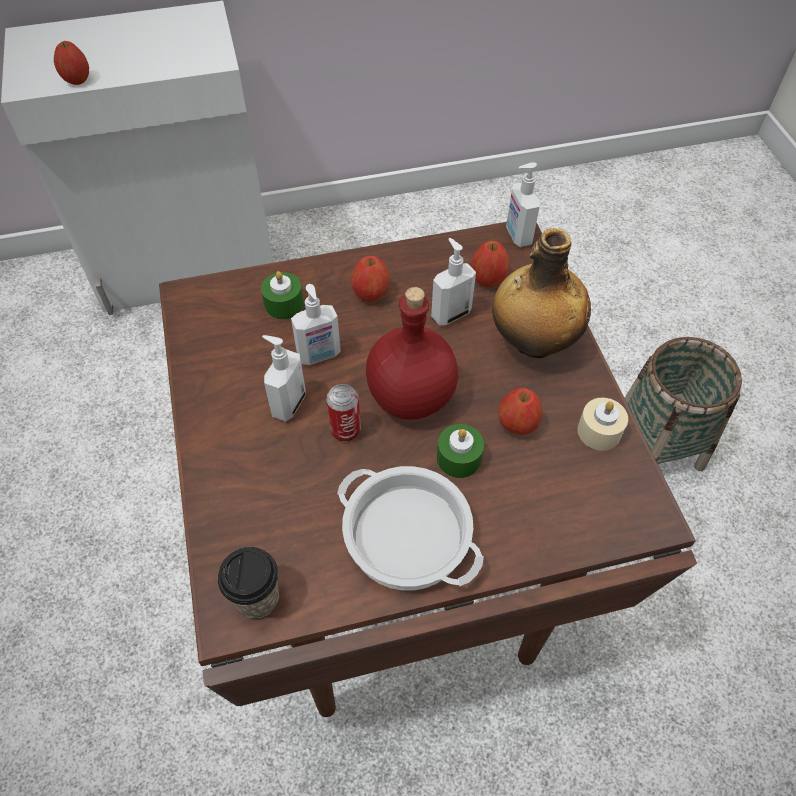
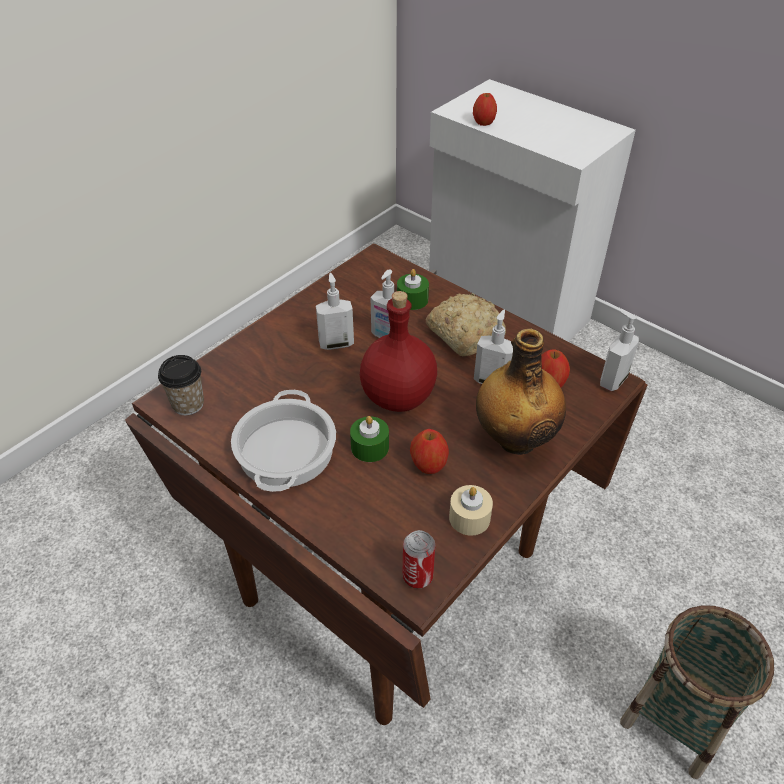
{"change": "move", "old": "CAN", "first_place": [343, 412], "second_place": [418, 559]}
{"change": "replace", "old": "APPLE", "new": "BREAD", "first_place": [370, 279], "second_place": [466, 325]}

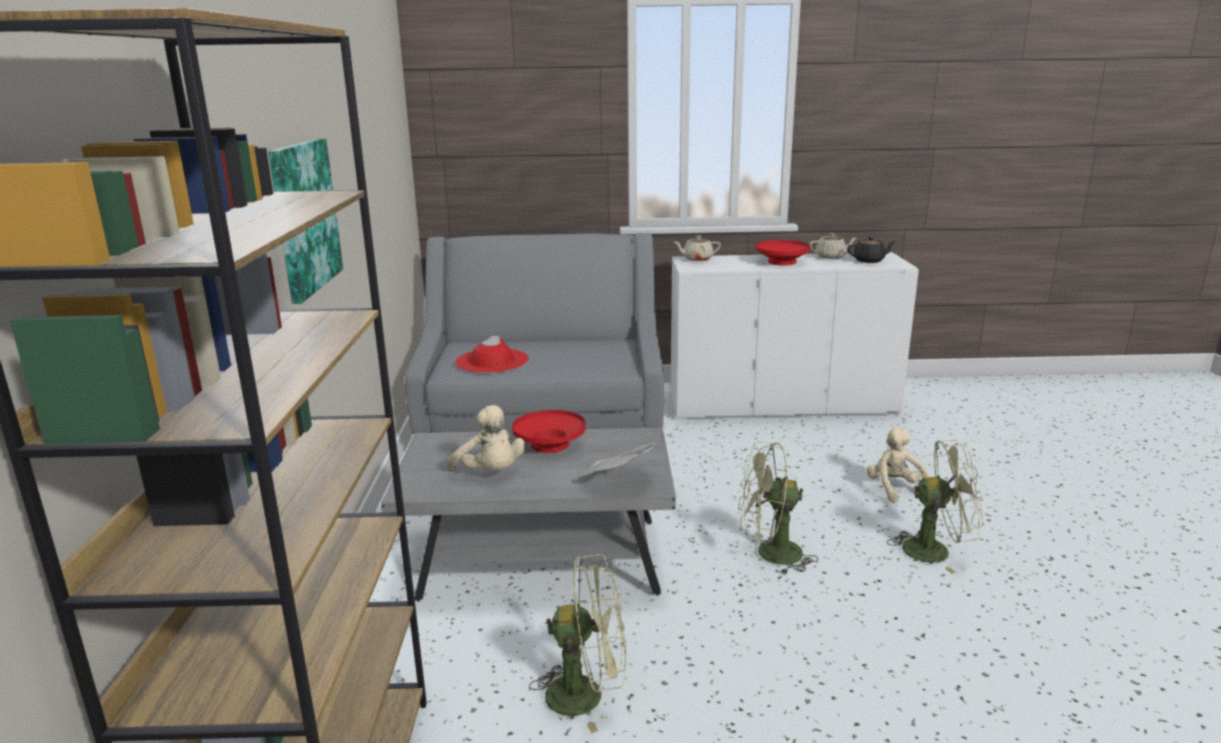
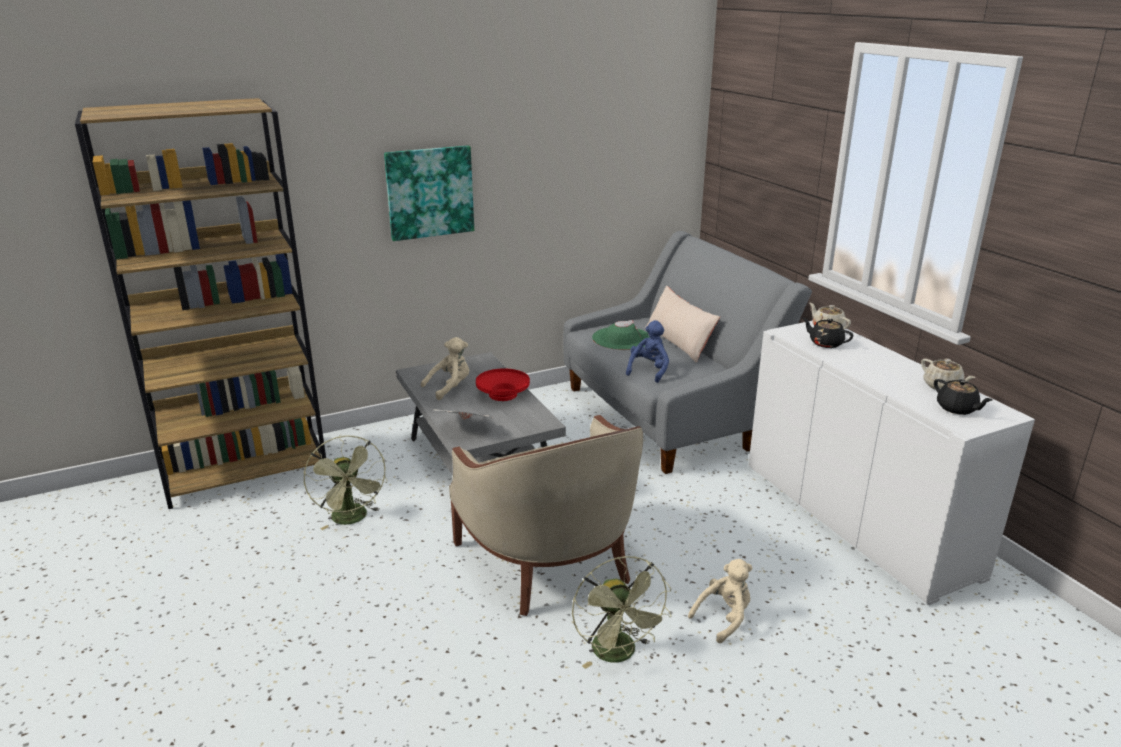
{"change": "rotate", "old": "BEIGE PLUSH TOY", "first_place": [486, 437], "second_place": [445, 368], "degrees": -150}
{"change": "replace", "old": "GREEN FAN", "new": "BEIGE ARMCHAIR", "first_place": [778, 508], "second_place": [546, 515]}
{"change": "recolor", "old": "RED HAT", "new": "GREEN HAT", "first_place": [492, 354], "second_place": [621, 335]}
{"change": "insert", "new": "BLUE PLUSH TOY", "second_place": [647, 351]}
{"change": "insert", "new": "BEIGE PILLOW", "second_place": [682, 324]}
{"change": "insert", "new": "BLACK TEAPOT", "second_place": [827, 332]}
{"change": "delete", "old": "RED BOWL", "first_place": [783, 253]}

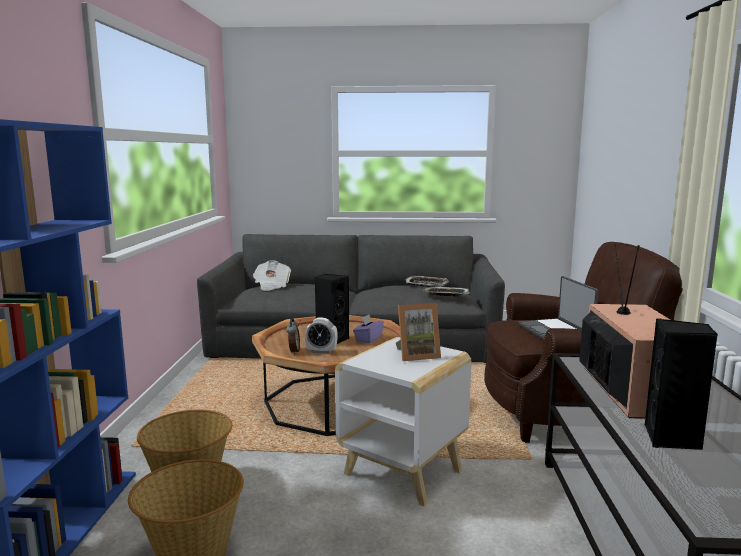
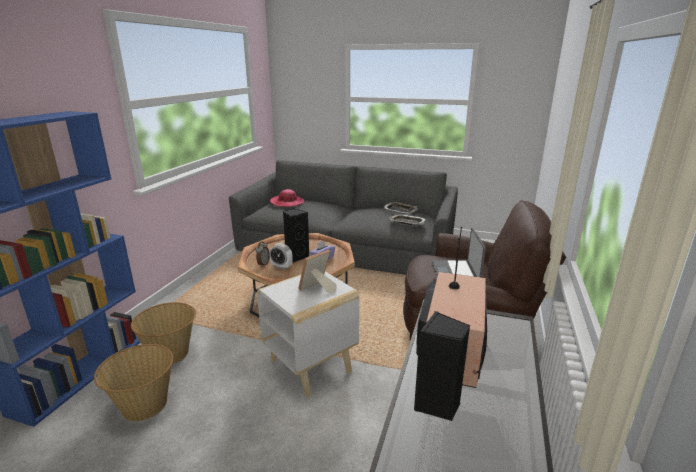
{"change": "replace", "old": "NEWSPAPER", "new": "HAT", "first_place": [272, 275], "second_place": [287, 198]}
{"change": "rotate", "old": "PICTURE FRAME", "first_place": [418, 332], "second_place": [317, 271], "degrees": 135}

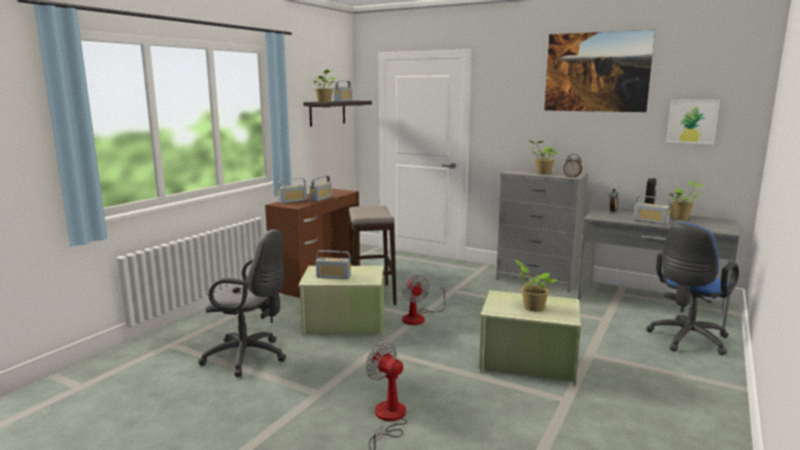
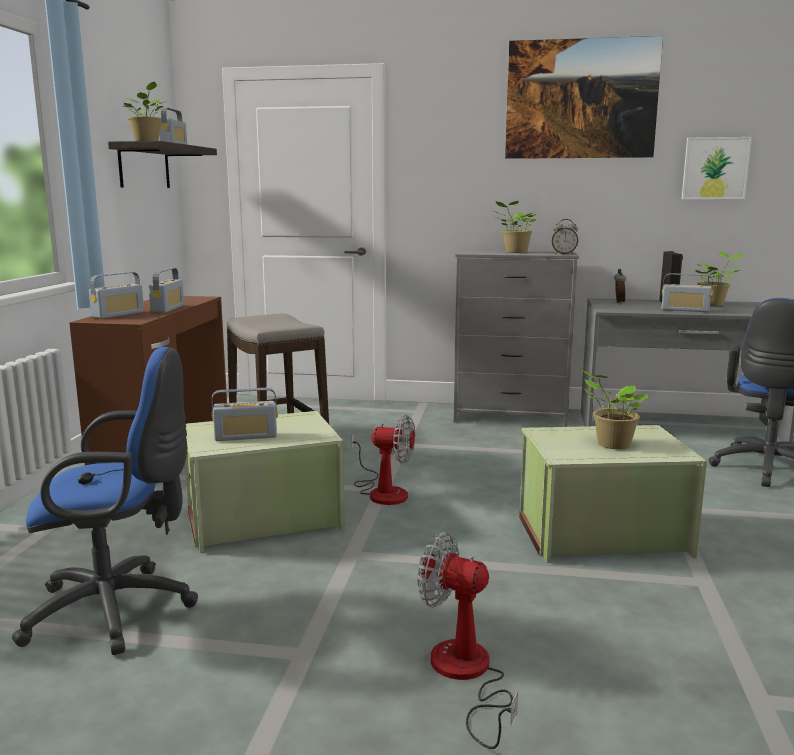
{"change": "recolor", "old": "GREY OFFICE CHAIR", "new": "BLUE OFFICE CHAIR", "first_place": [242, 303], "second_place": [105, 501]}
{"change": "rotate", "old": "FAN", "first_place": [423, 300], "second_place": [383, 460], "degrees": -45}

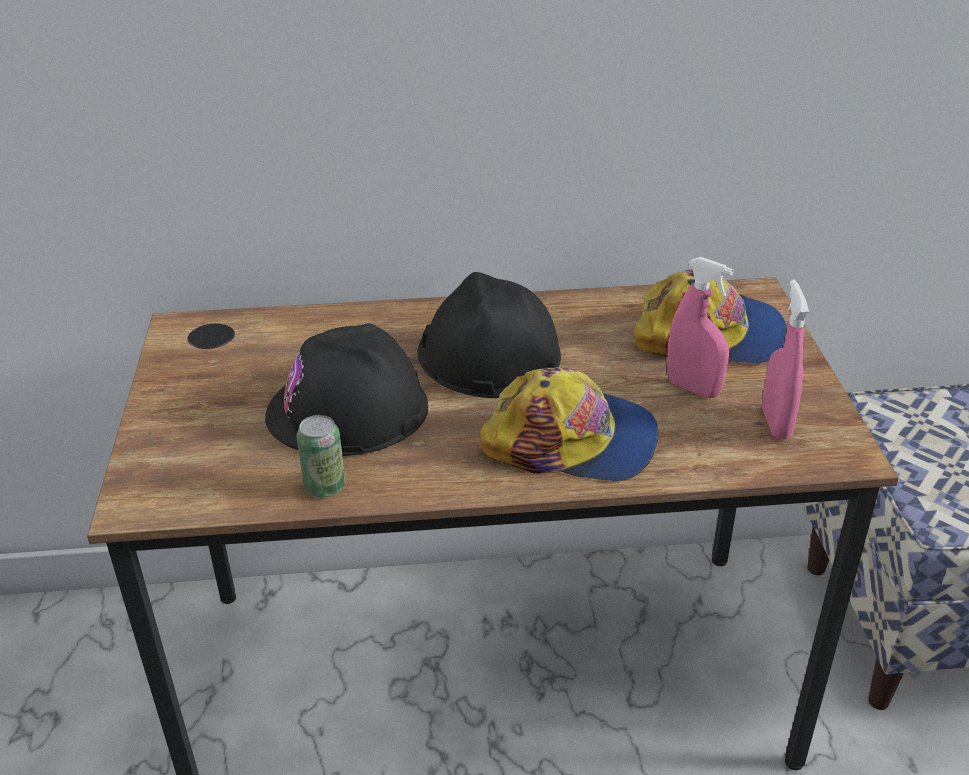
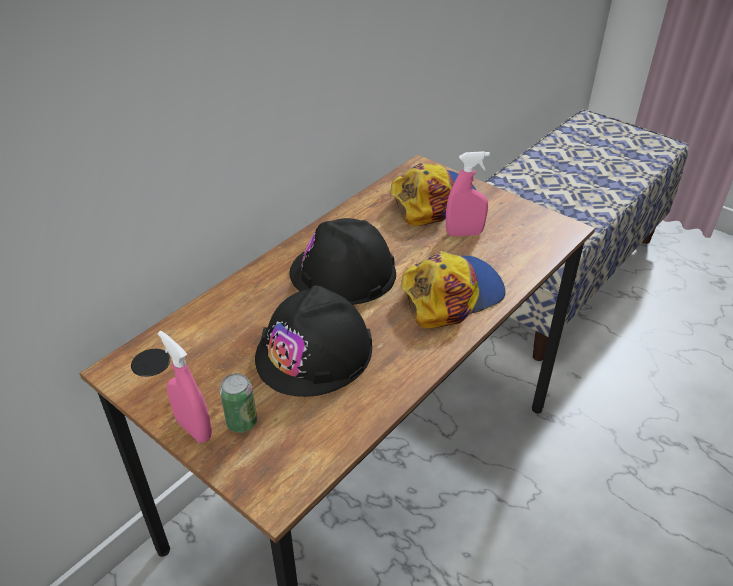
{"change": "move", "old": "PINK SPRAY BOTTLE", "first_place": [785, 359], "second_place": [185, 387]}
{"change": "move", "old": "CAN", "first_place": [321, 456], "second_place": [238, 403]}

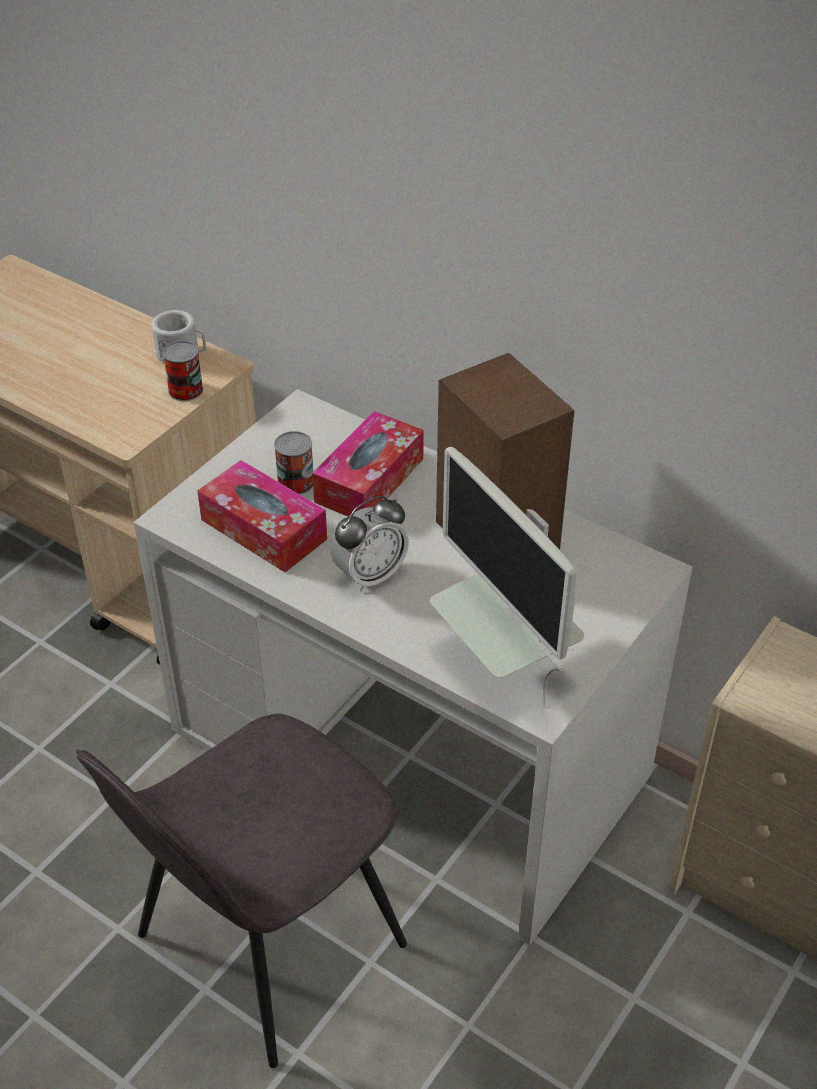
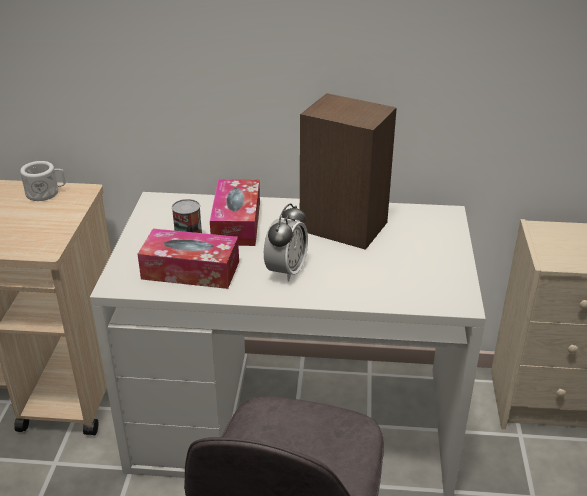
{"change": "delete", "old": "CAN", "first_place": [183, 371]}
{"change": "delete", "old": "MONITOR", "first_place": [507, 576]}

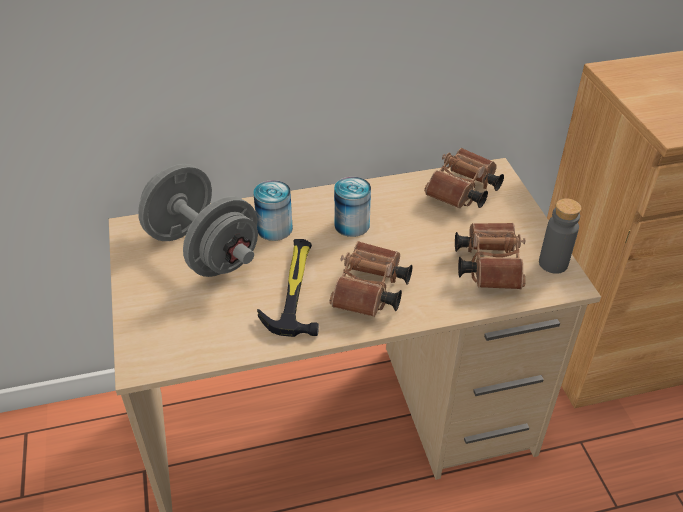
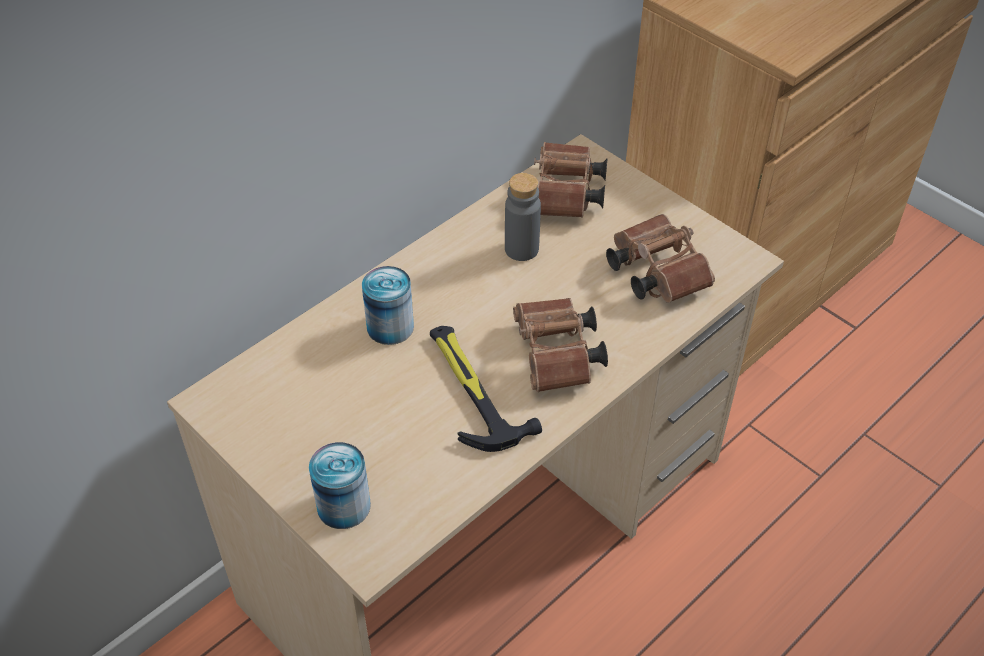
{"change": "move", "old": "CAN", "first_place": [352, 207], "second_place": [340, 485]}
{"change": "move", "old": "GREY BOTTLE", "first_place": [560, 236], "second_place": [523, 217]}
{"change": "delete", "old": "GREY DUMBBELL", "first_place": [198, 220]}

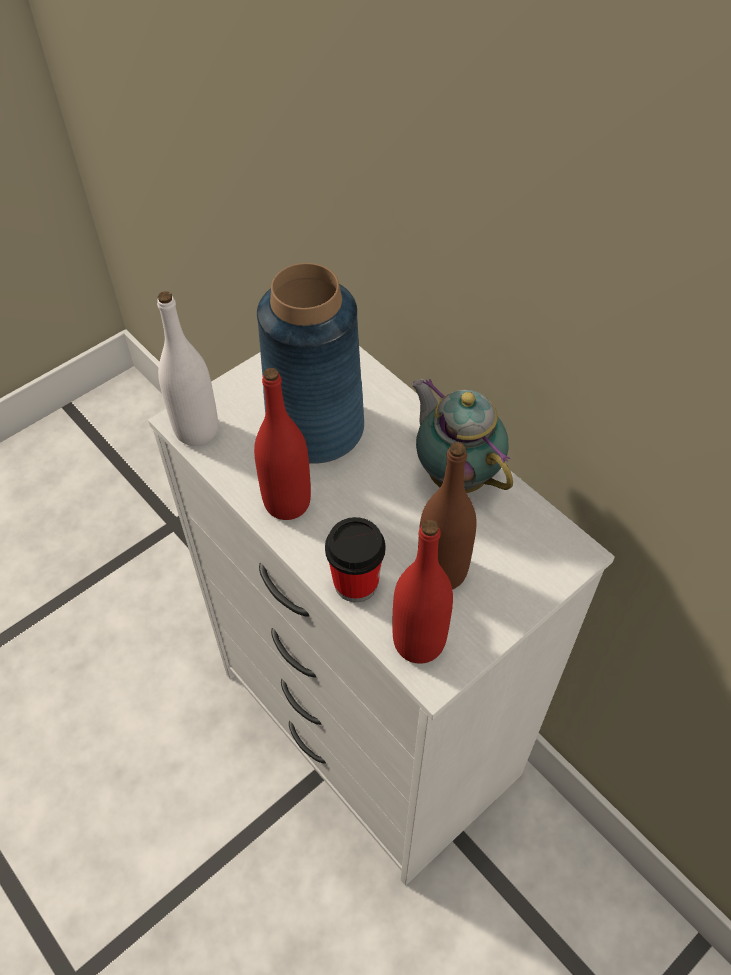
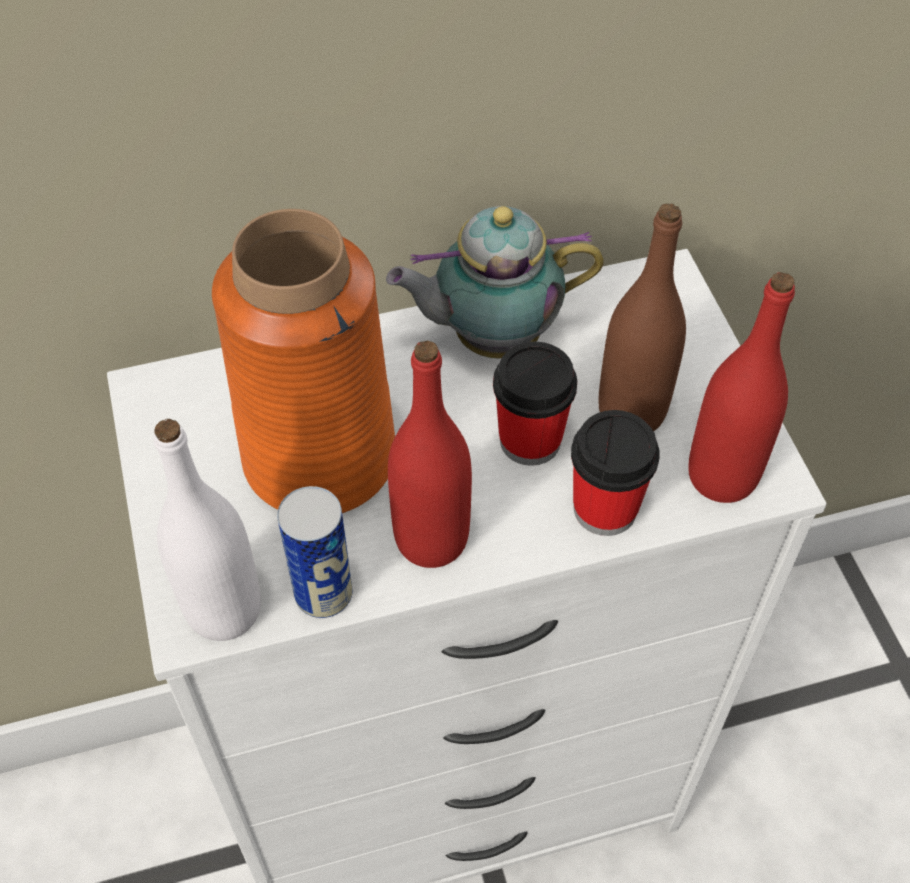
{"change": "recolor", "old": "BLUE VASE", "new": "ORANGE VASE", "first_place": [310, 363], "second_place": [303, 361]}
{"change": "insert", "new": "CAN", "second_place": [315, 552]}
{"change": "insert", "new": "CUP", "second_place": [535, 404]}

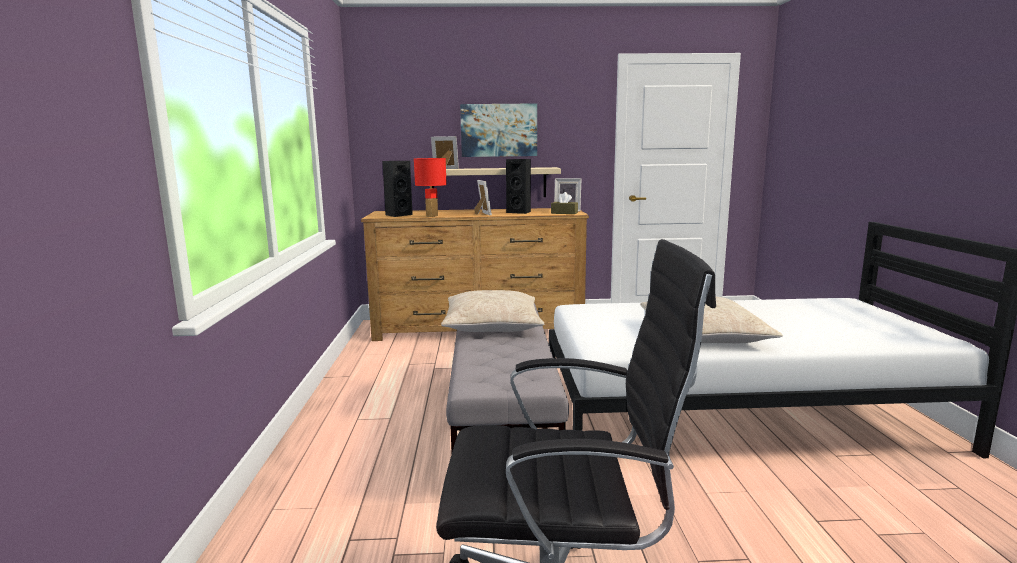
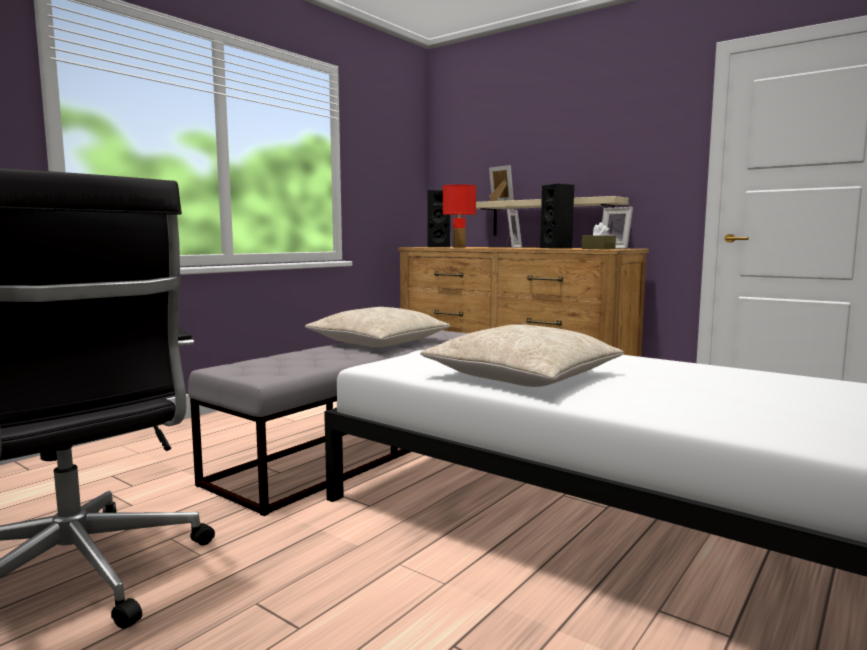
{"change": "delete", "old": "PICTURE", "first_place": [498, 130]}

